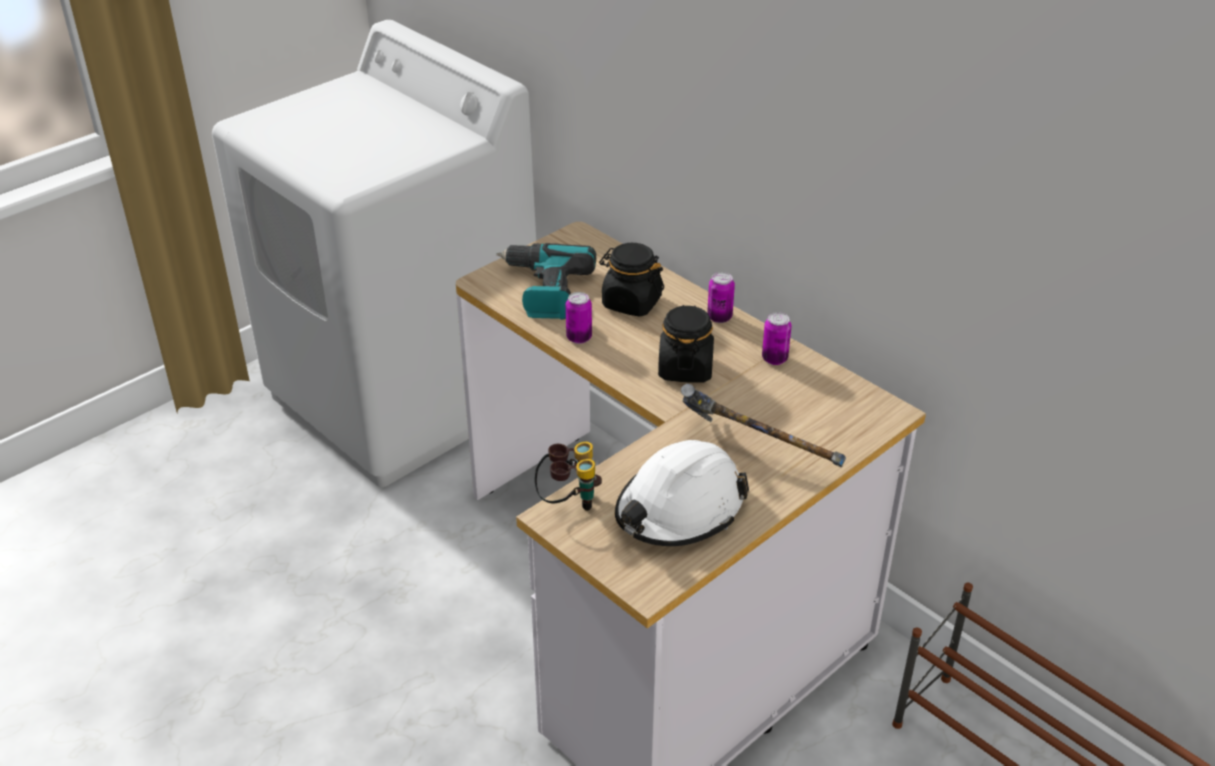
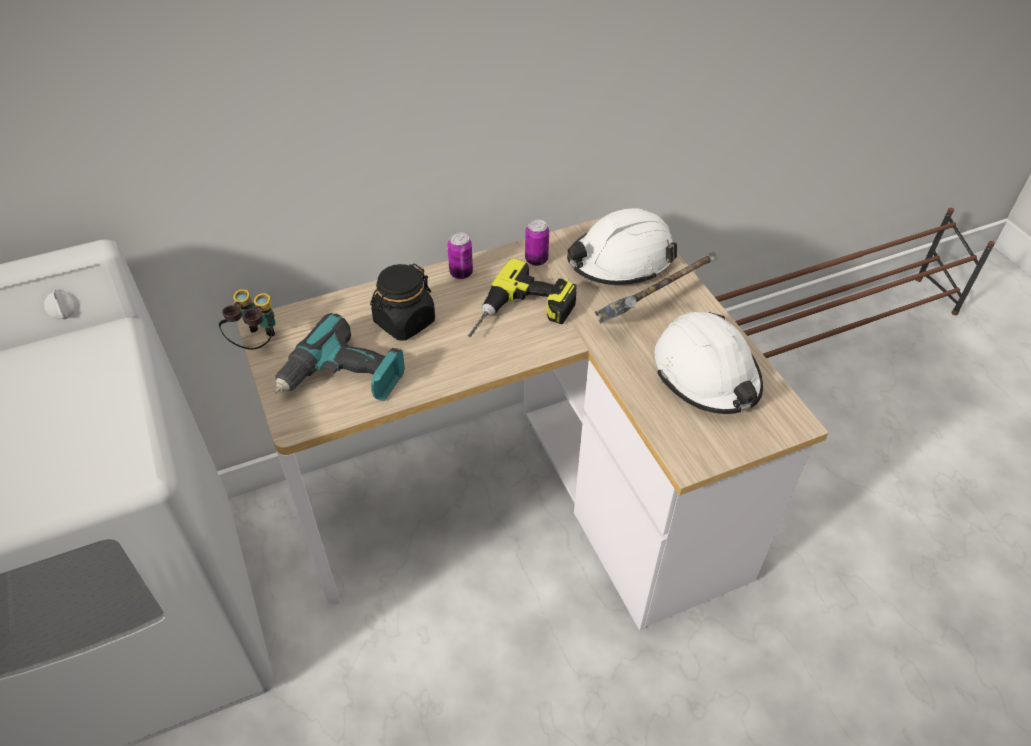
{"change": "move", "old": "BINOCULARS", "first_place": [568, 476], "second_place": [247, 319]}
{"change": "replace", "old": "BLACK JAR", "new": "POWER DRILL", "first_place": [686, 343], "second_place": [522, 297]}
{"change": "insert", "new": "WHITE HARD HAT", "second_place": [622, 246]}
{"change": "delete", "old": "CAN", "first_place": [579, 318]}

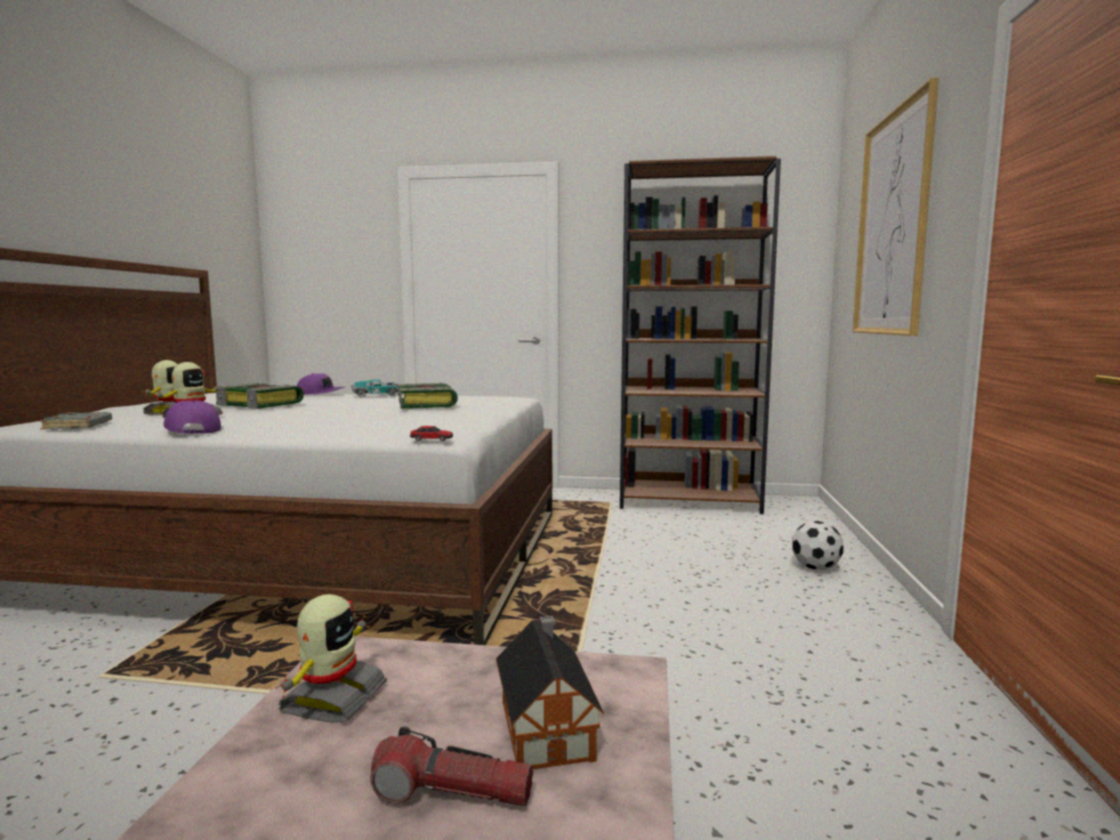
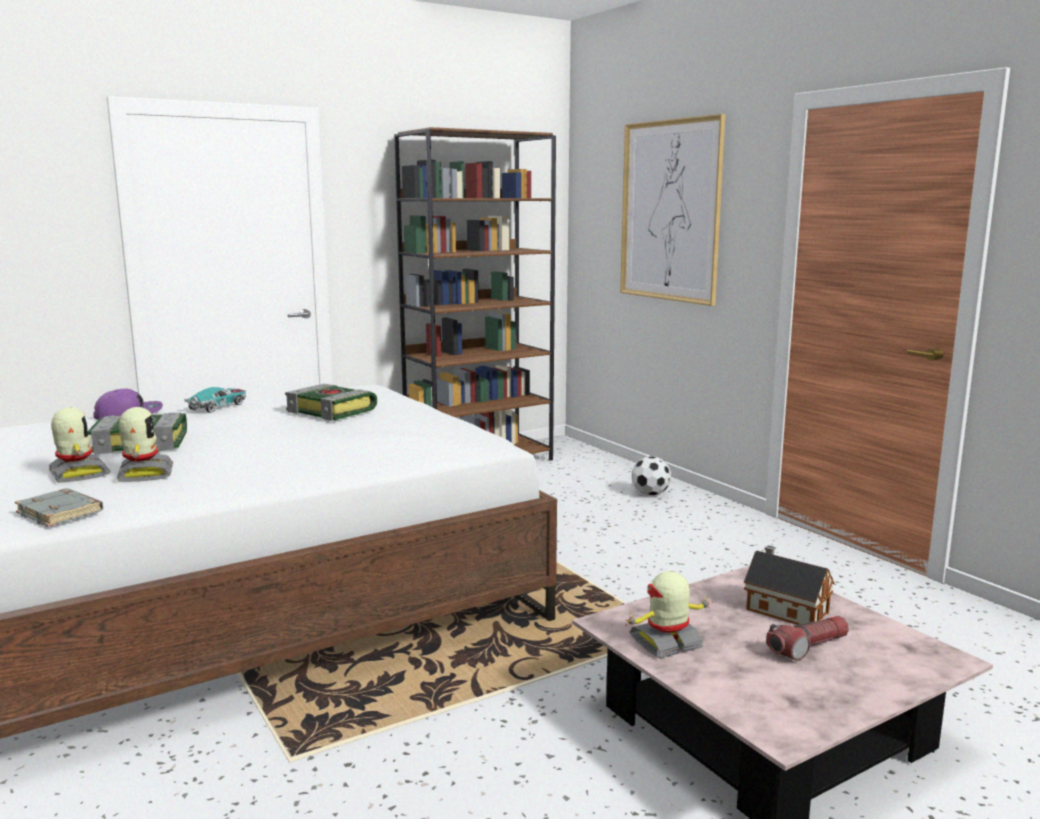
{"change": "rotate", "old": "TOY ROBOT", "first_place": [331, 658], "second_place": [669, 615], "degrees": -90}
{"change": "delete", "old": "PURPLE CAP", "first_place": [192, 417]}
{"change": "delete", "old": "TOY CAR", "first_place": [431, 434]}

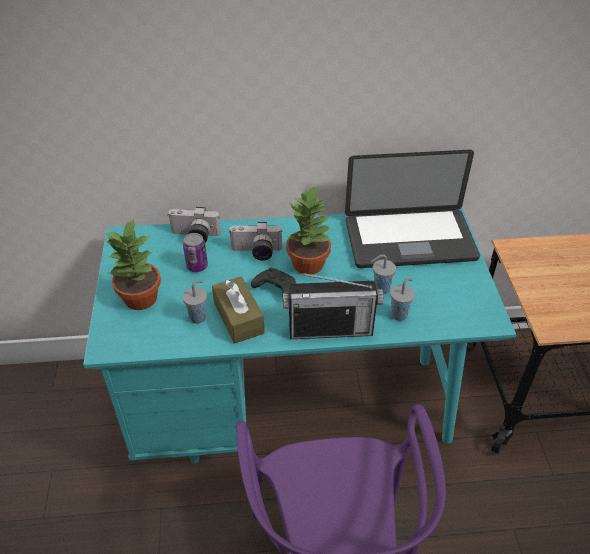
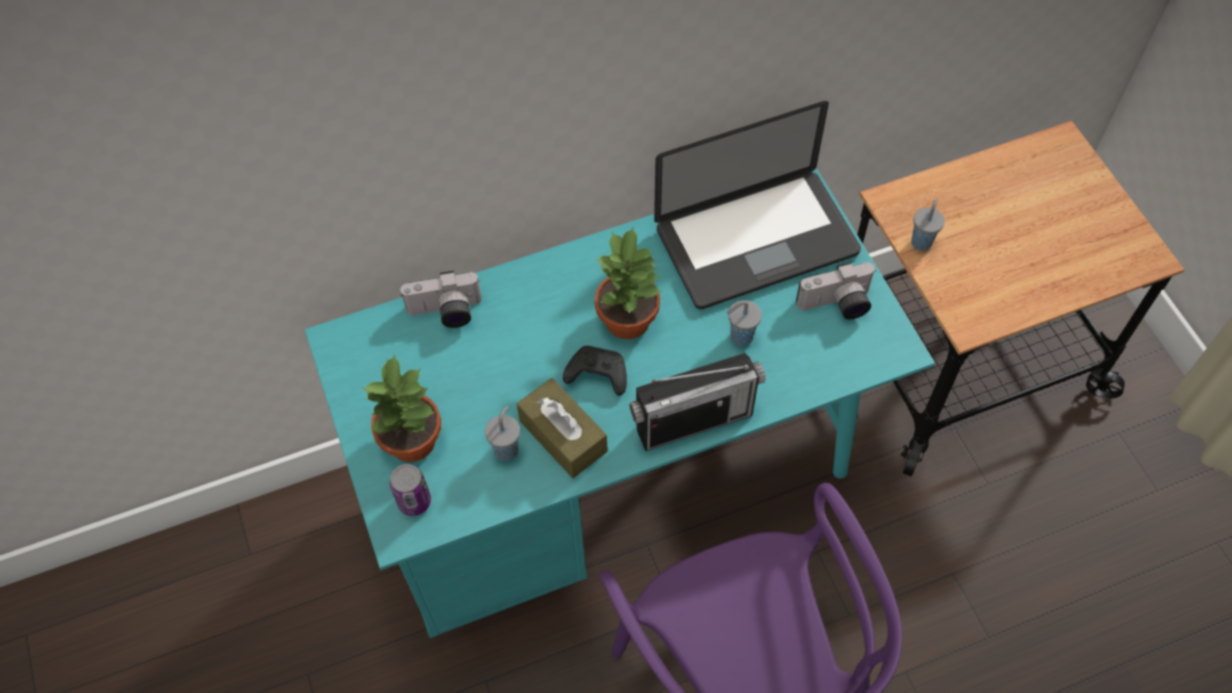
{"change": "move", "old": "CAN", "first_place": [195, 252], "second_place": [410, 490]}
{"change": "move", "old": "PHOTO CAMERA", "first_place": [256, 241], "second_place": [835, 290]}
{"change": "move", "old": "GREY CUP", "first_place": [402, 299], "second_place": [928, 225]}

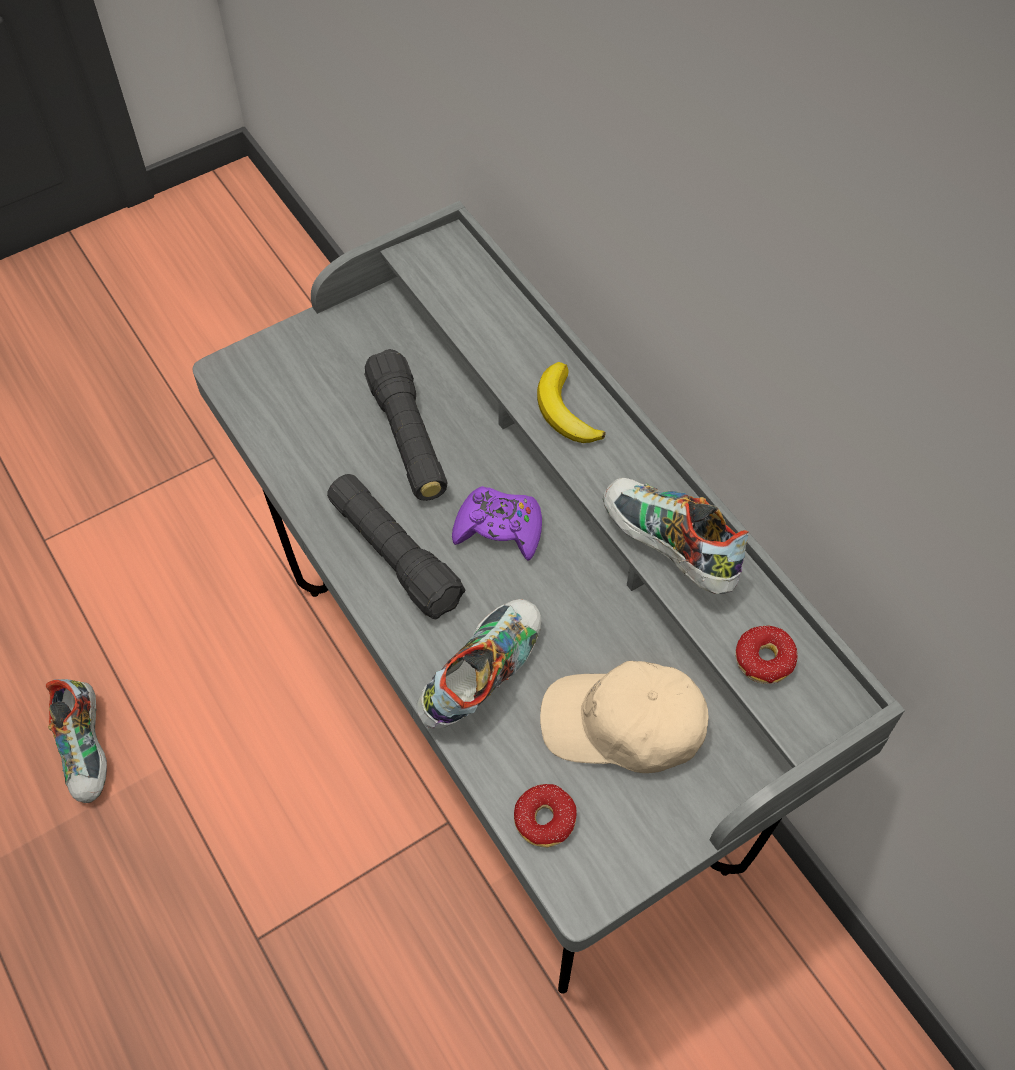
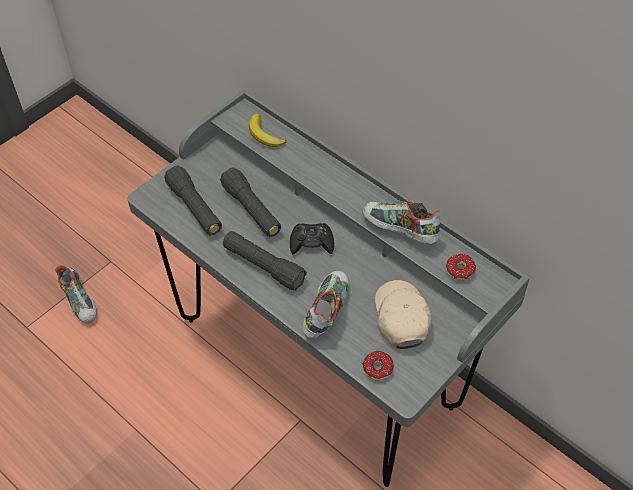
{"change": "move", "old": "SHOE", "first_place": [76, 741], "second_place": [76, 294]}
{"change": "insert", "new": "BLACK FLASHLIGHT", "second_place": [193, 200]}
{"change": "move", "old": "BANANA", "first_place": [571, 402], "second_place": [267, 130]}
{"change": "recolor", "old": "PURPLE GAME CONTROLLER", "new": "BLACK GAME CONTROLLER", "first_place": [497, 523], "second_place": [312, 238]}
{"change": "rotate", "old": "BEIGE CAP", "first_place": [624, 717], "second_place": [403, 314], "degrees": 90}

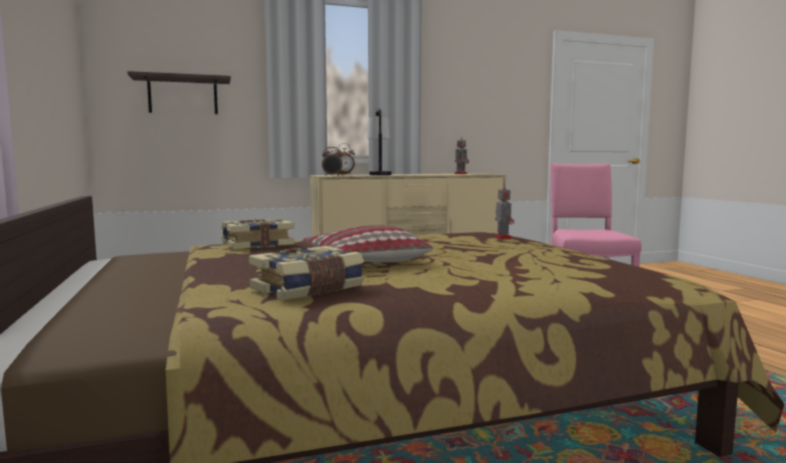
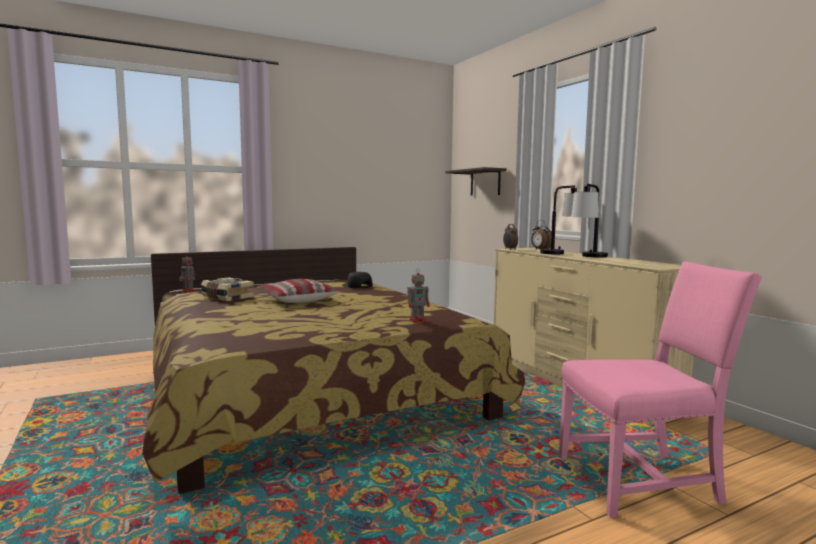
{"change": "move", "old": "TOY ROBOT", "first_place": [461, 154], "second_place": [187, 273]}
{"change": "replace", "old": "BOOK", "new": "BLACK CAP", "first_place": [258, 234], "second_place": [357, 280]}
{"change": "insert", "new": "TABLE LAMP", "second_place": [589, 221]}

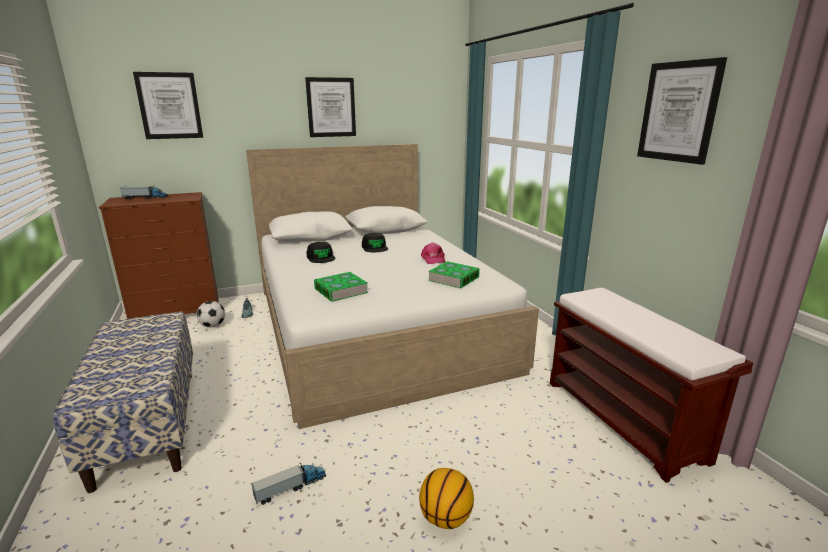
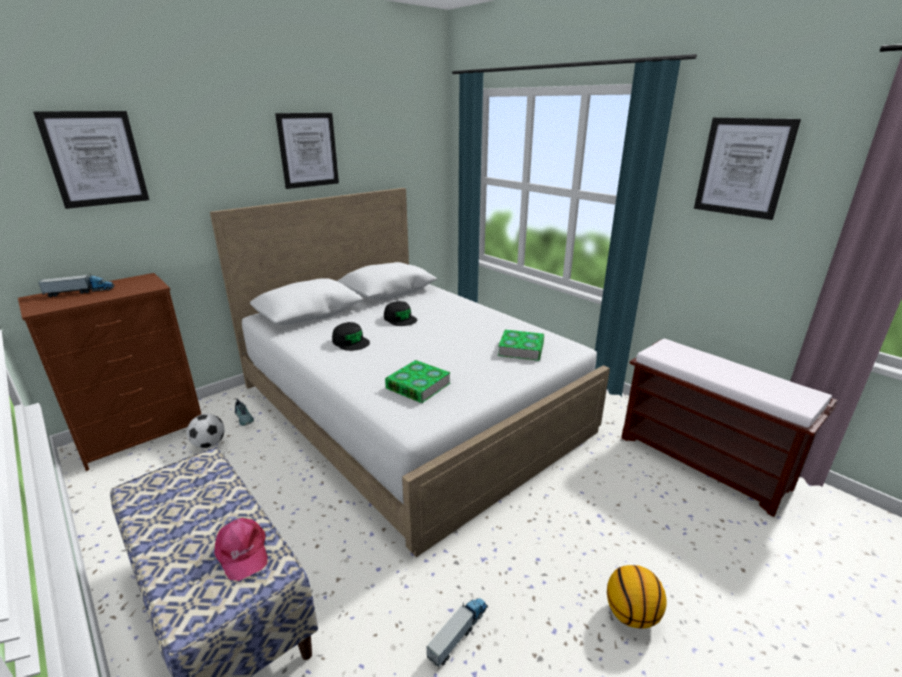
{"change": "move", "old": "PINK CAP", "first_place": [433, 253], "second_place": [241, 549]}

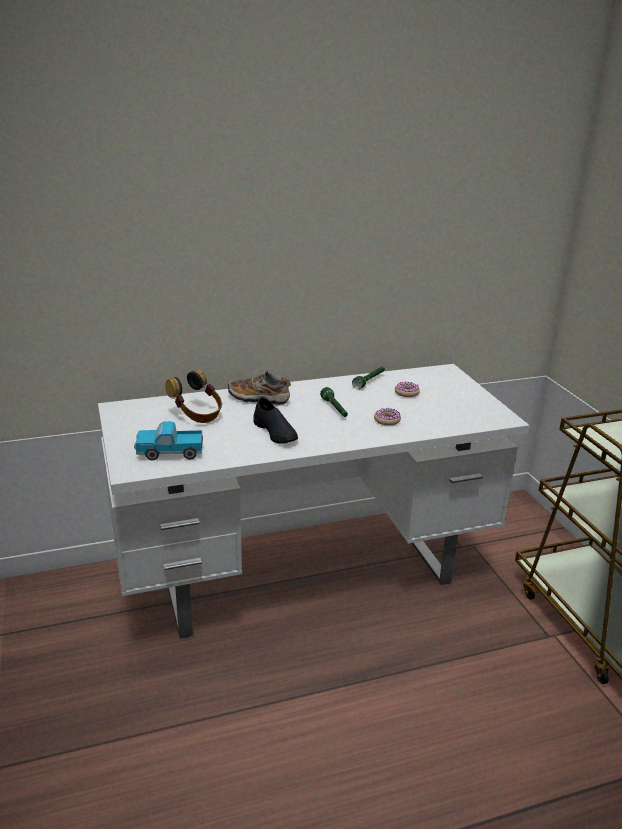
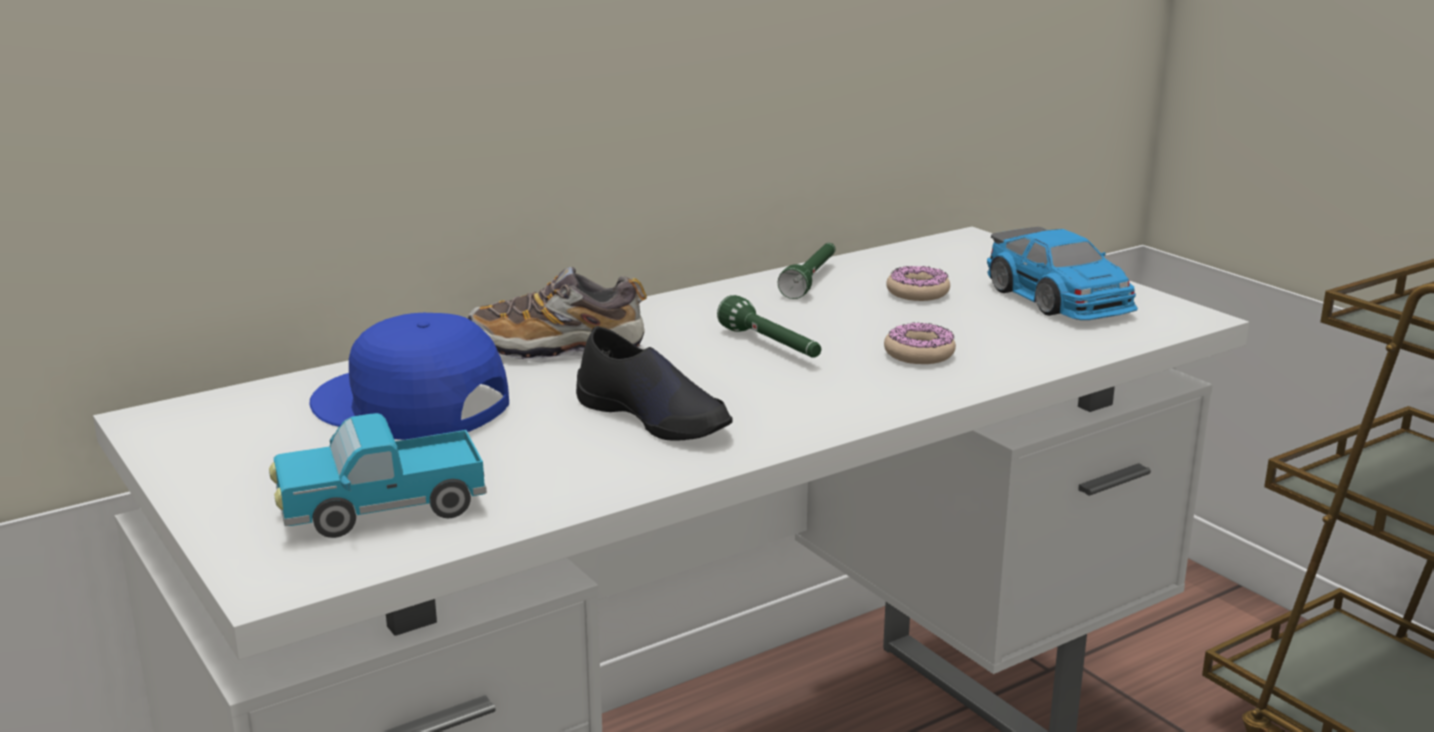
{"change": "replace", "old": "HEADPHONES", "new": "BLUE CAP", "first_place": [193, 396], "second_place": [409, 376]}
{"change": "insert", "new": "TOY CAR", "second_place": [1062, 273]}

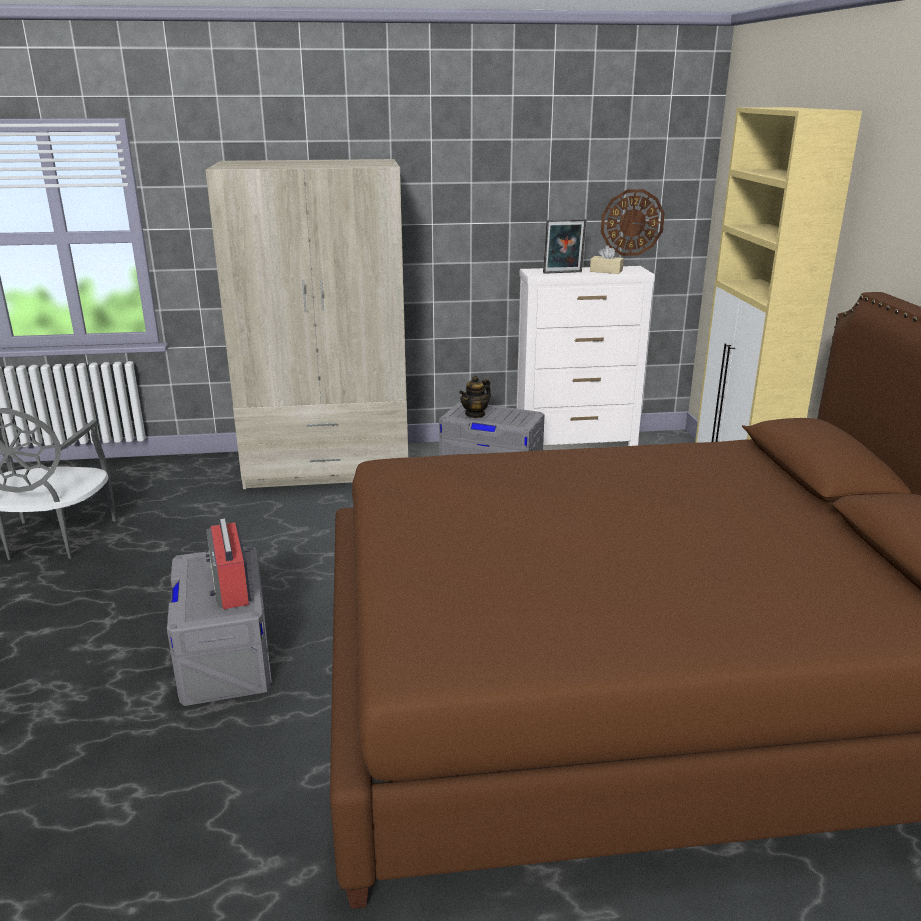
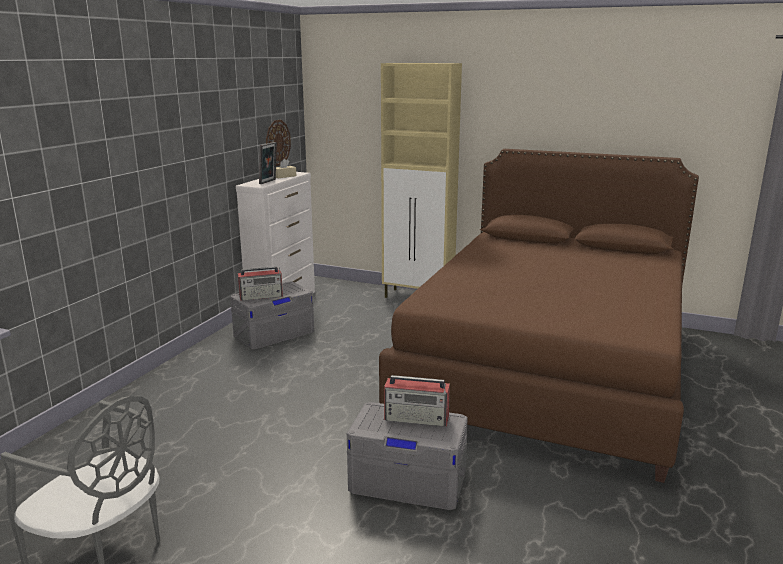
{"change": "replace", "old": "TEAPOT", "new": "RADIO", "first_place": [475, 397], "second_place": [260, 284]}
{"change": "delete", "old": "BEIGE WARDROBE", "first_place": [306, 324]}

